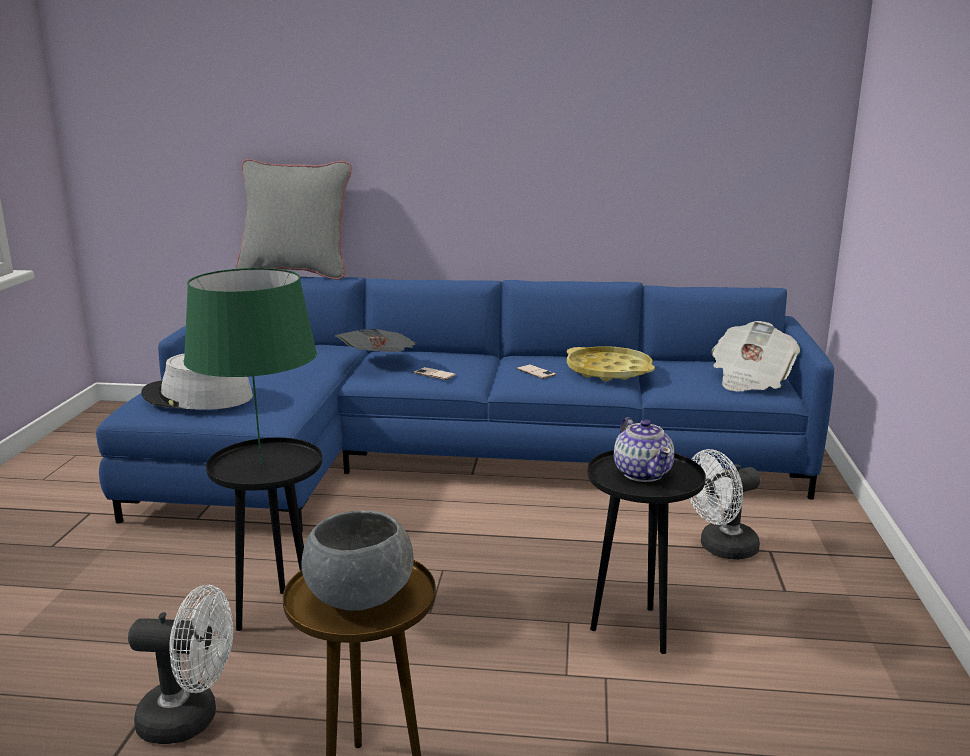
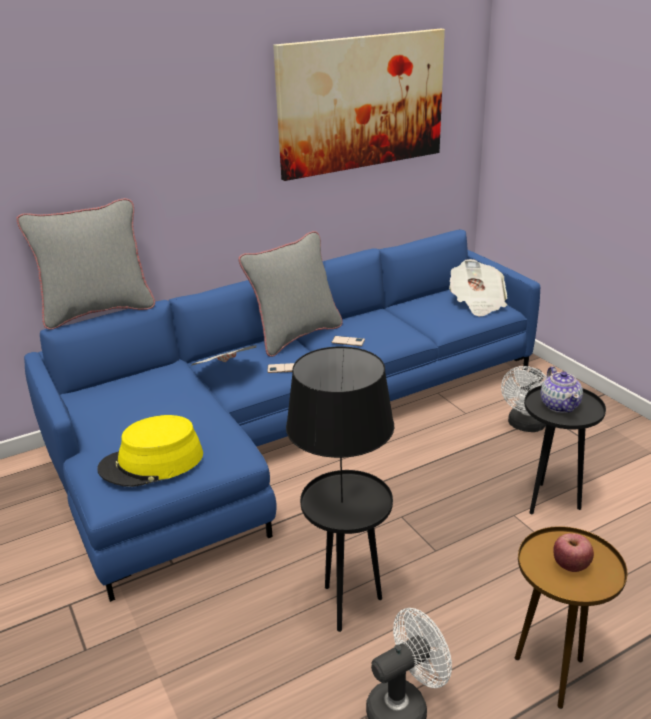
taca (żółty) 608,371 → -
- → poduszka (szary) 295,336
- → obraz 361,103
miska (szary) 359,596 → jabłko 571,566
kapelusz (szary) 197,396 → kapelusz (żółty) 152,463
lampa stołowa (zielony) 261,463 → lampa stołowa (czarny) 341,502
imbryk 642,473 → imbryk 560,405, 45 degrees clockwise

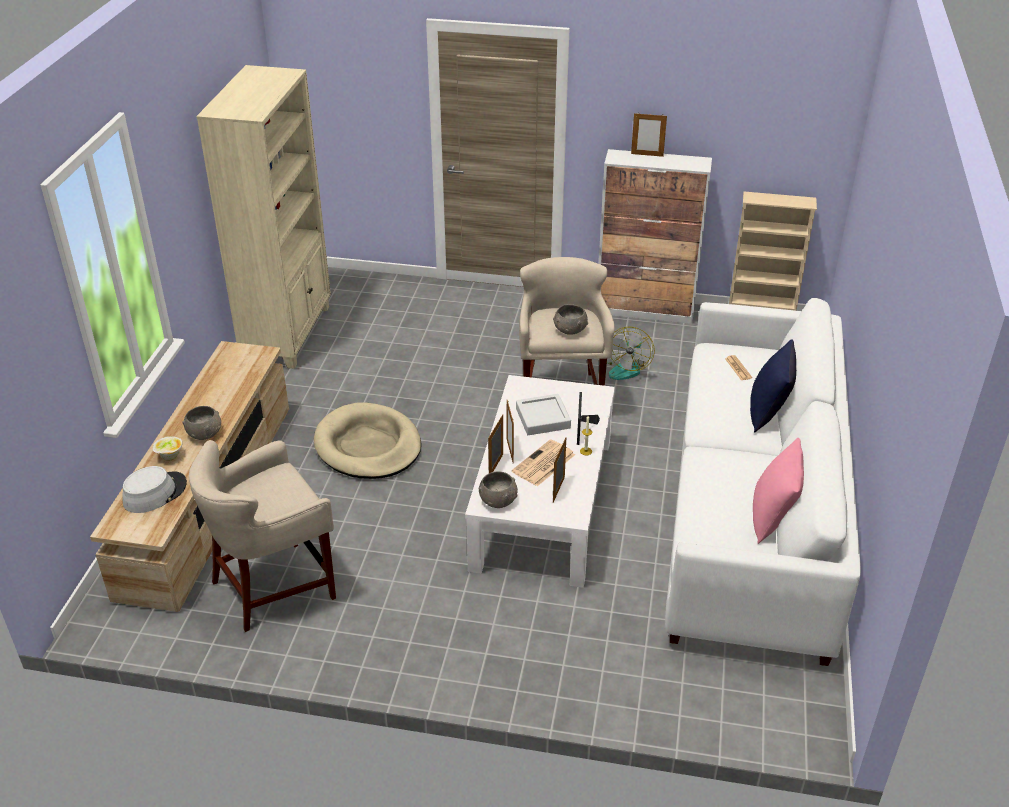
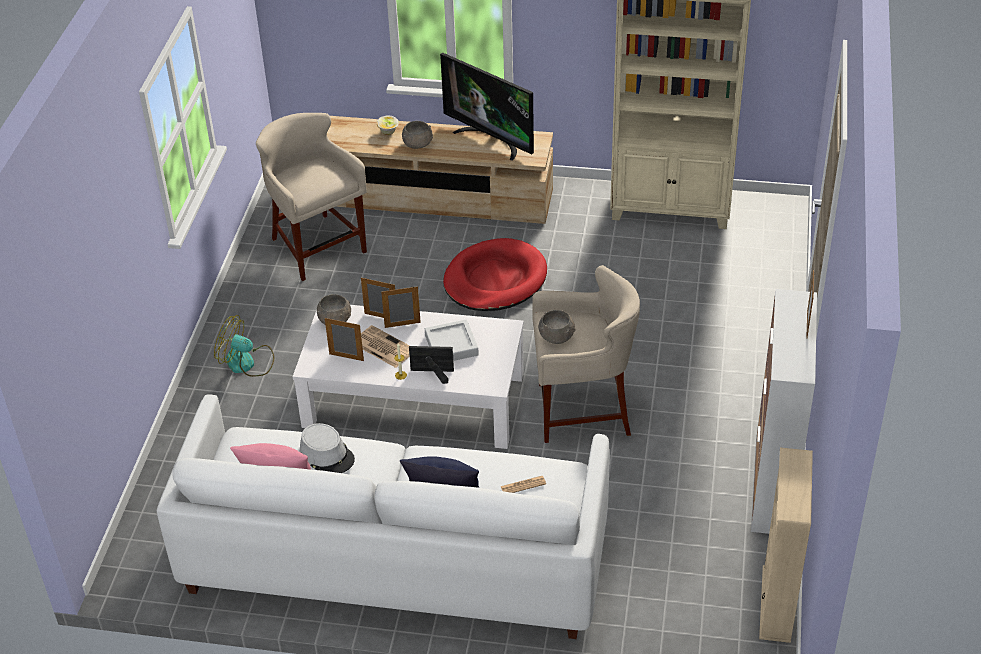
- → telewizor 491,140
kapelusz (szary) 155,493 → kapelusz (szary) 327,455, move
wentylator 626,367 → wentylator 247,363, move
legowisko (beżowy) 368,446 → legowisko (czerwony) 495,280

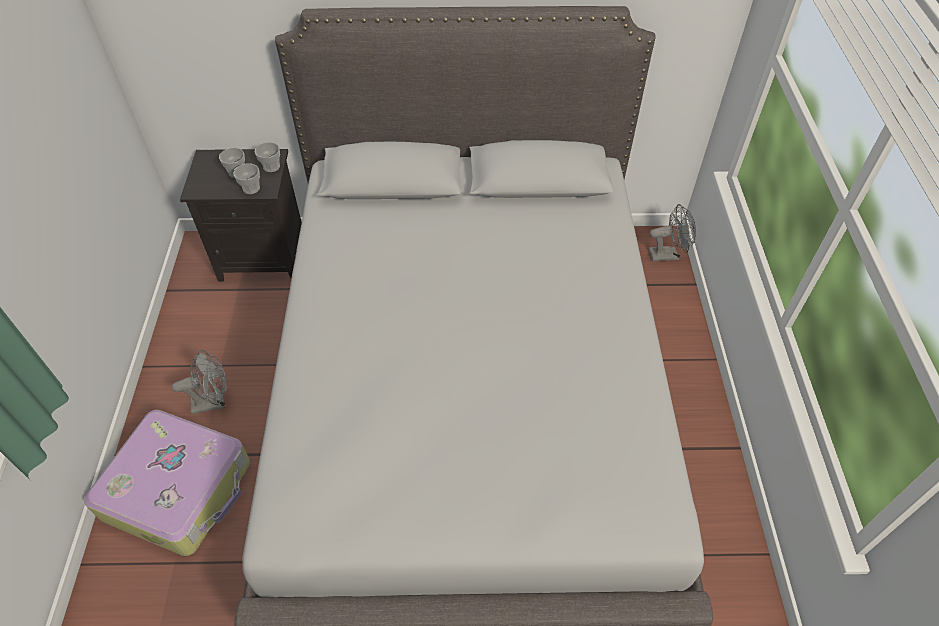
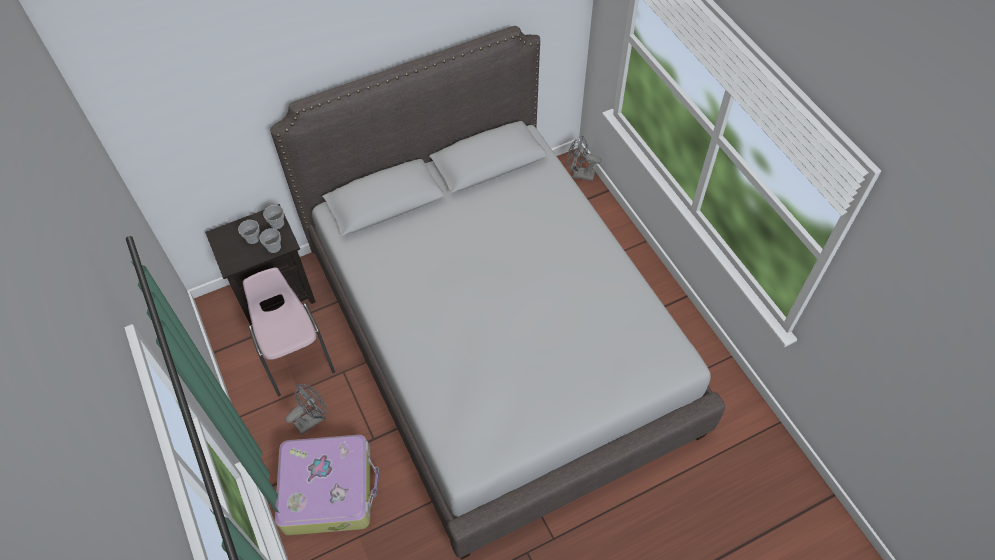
- → krzesło (różowy) 296,356
wentylator (szary) 668,254 → wentylator (szary) 579,174, 135 degrees counterclockwise

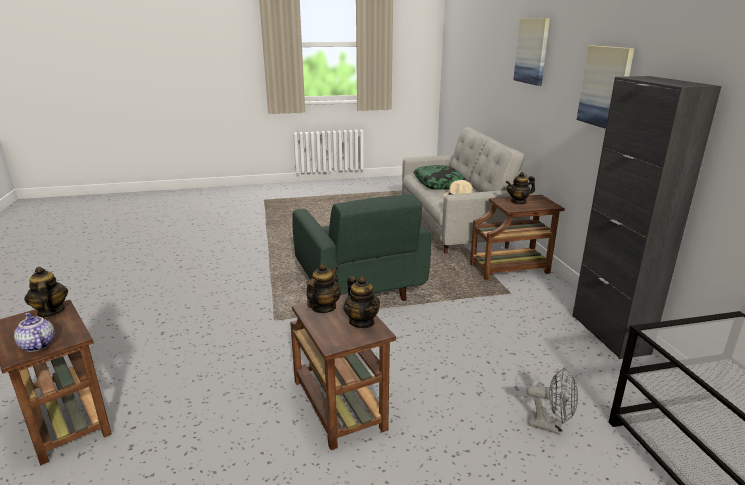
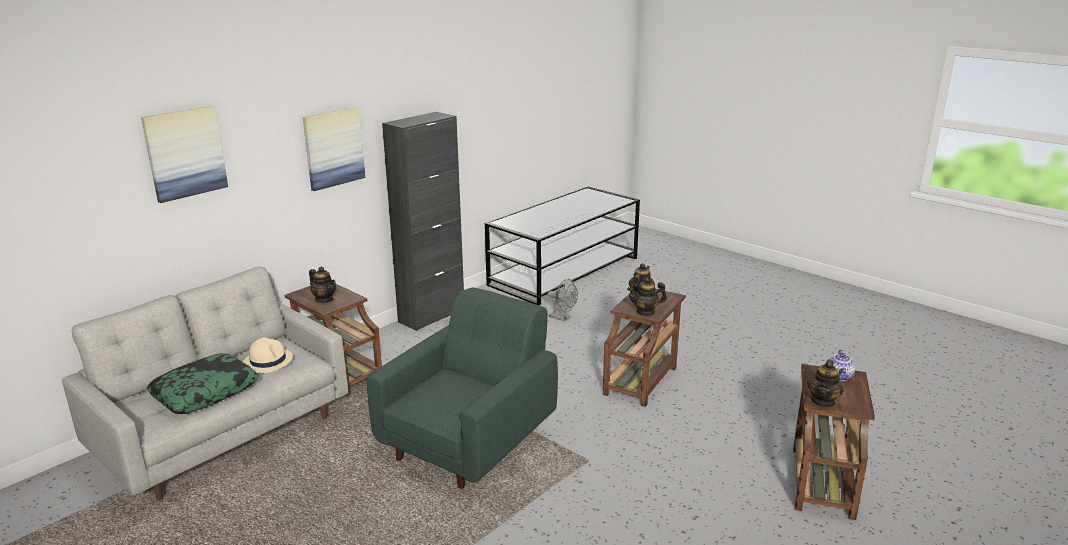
wentylator (szary) 551,426 → wentylator (szary) 563,318, 135 degrees clockwise

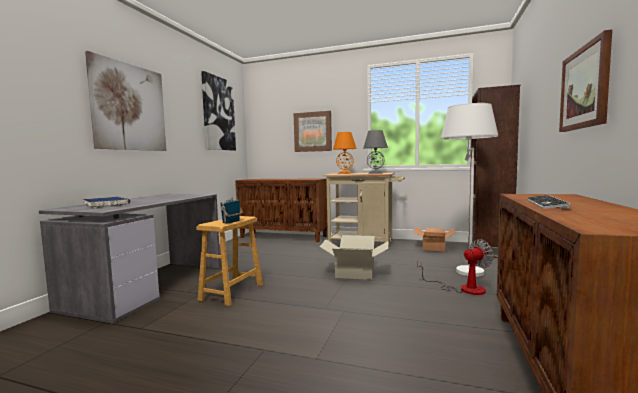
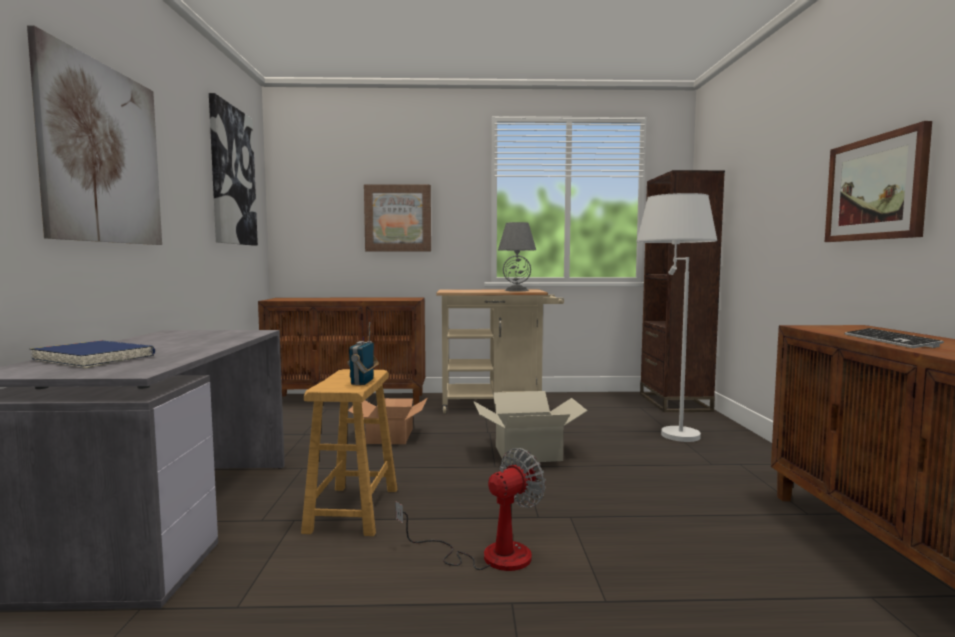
lampa stołowa (pomarańczowy) 344,173 → -
karton 434,247 → karton 391,435, move
wentylator 463,289 → wentylator 488,555, move

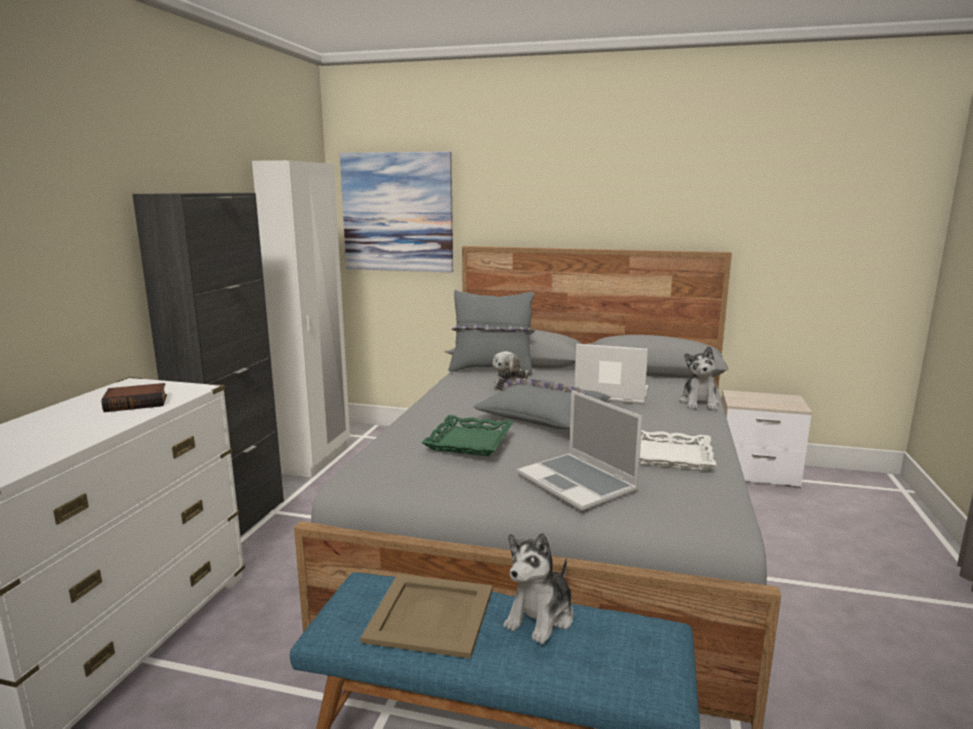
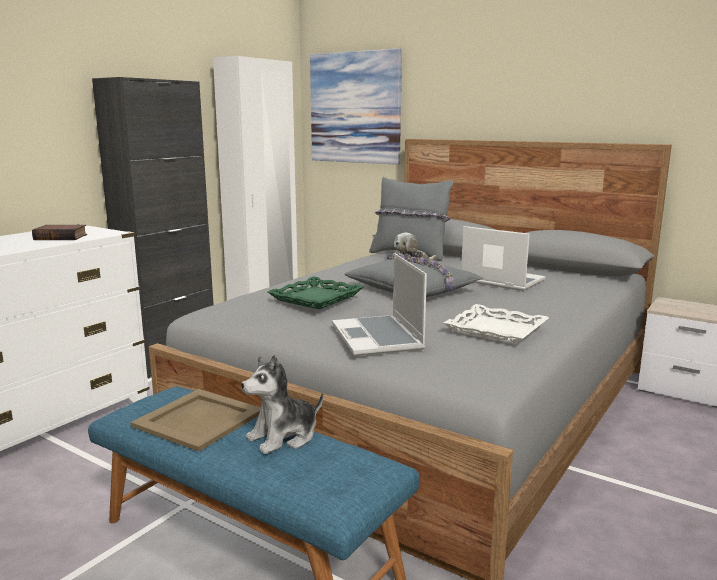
pluszak 699,403 → -

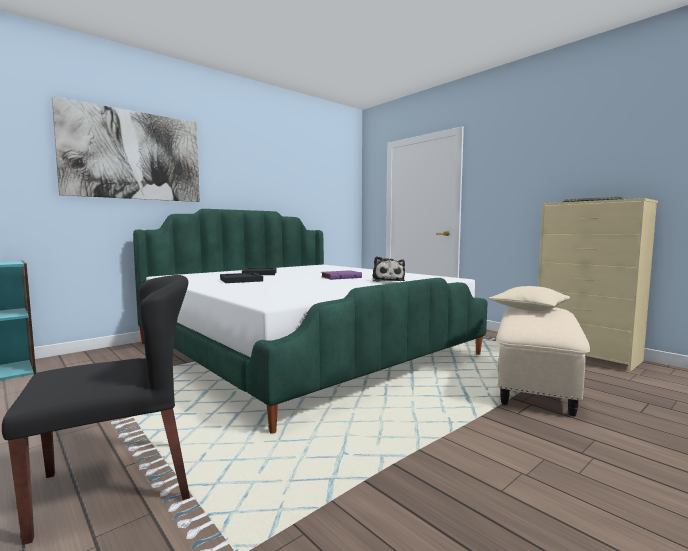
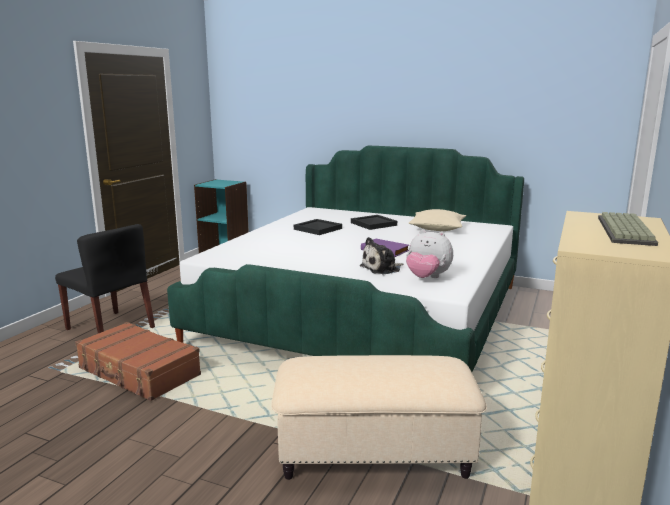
obraz 133,155 → -
- → walizka (brązowy) 138,372
- → pluszak 427,278
poduszka (beżowy) 529,309 → poduszka (beżowy) 437,228, move

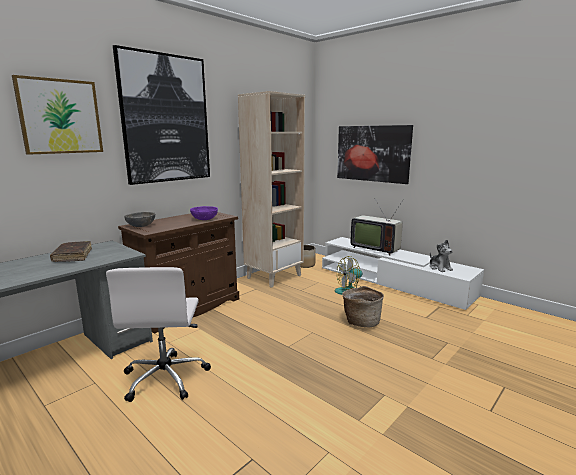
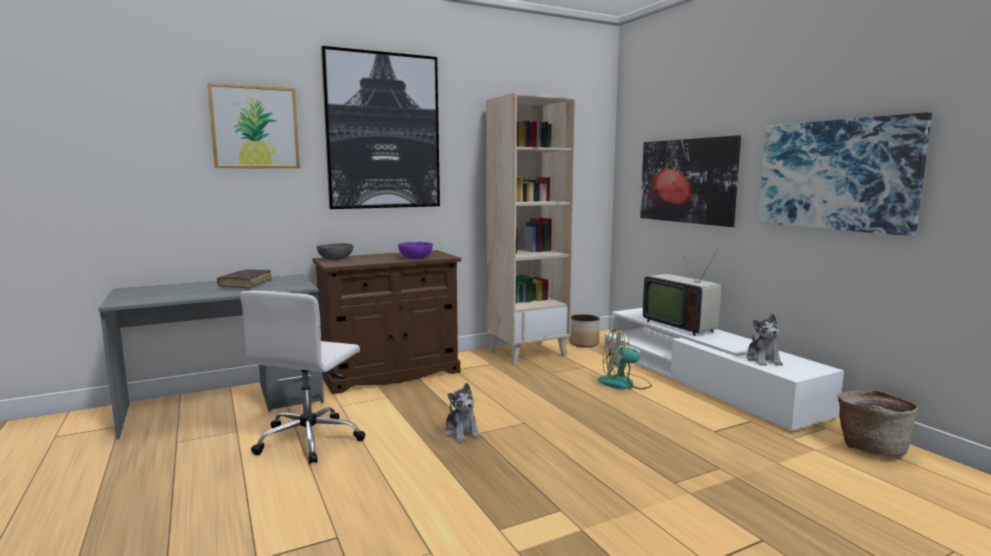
- → pluszak 462,432
- → obraz 835,175
koszyk 361,321 → koszyk 870,447, move

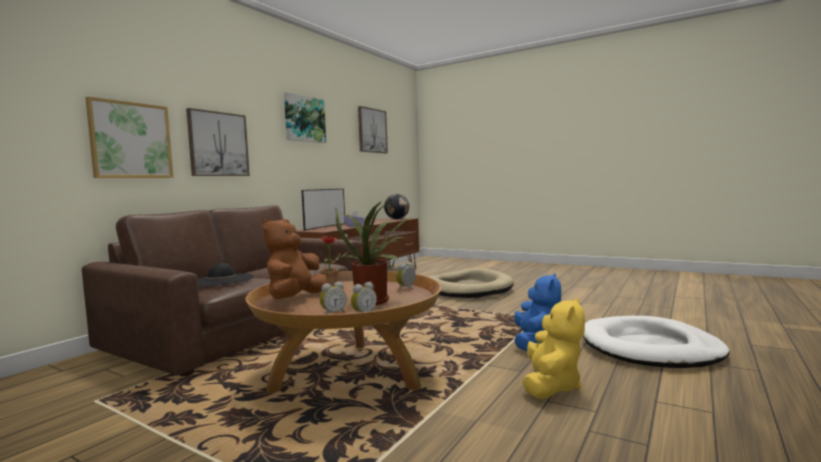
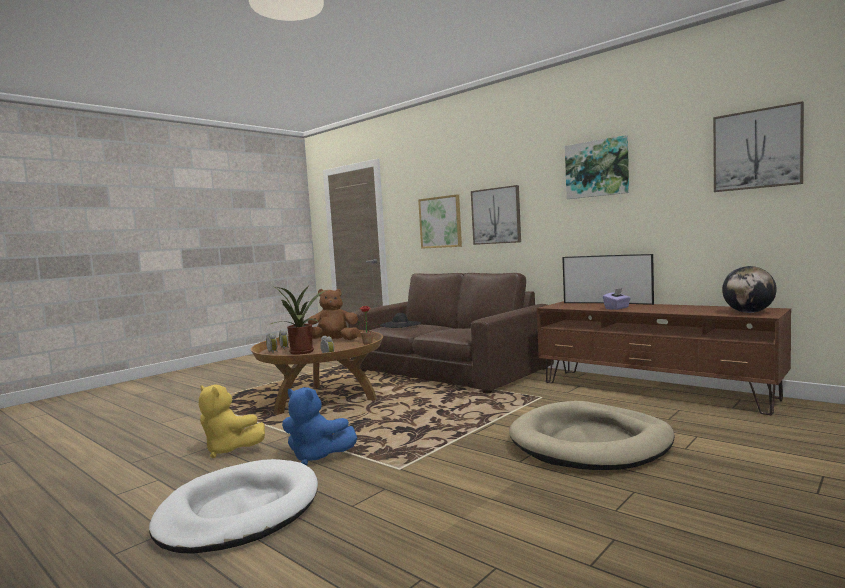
pluszak (brązowy) 295,299 → pluszak (brązowy) 333,341, 45 degrees counterclockwise

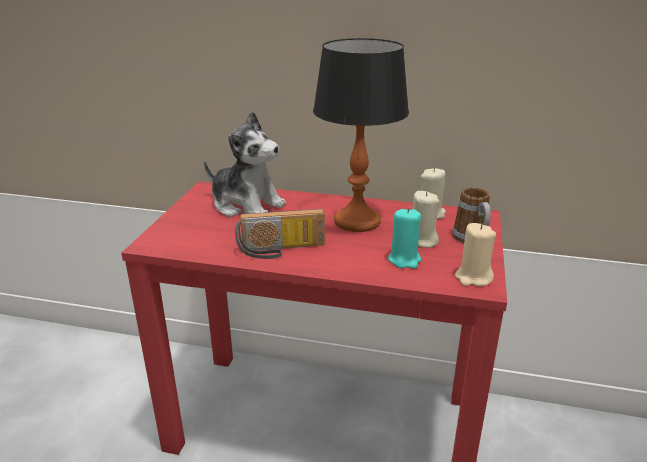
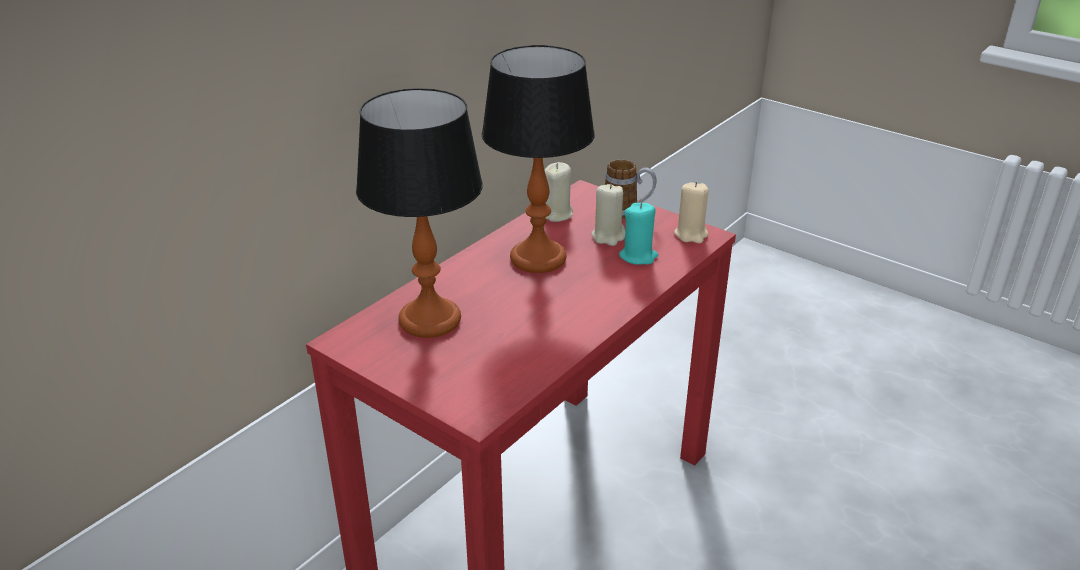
radio 281,250 → -
pluszak 246,205 → lampa stołowa 429,320

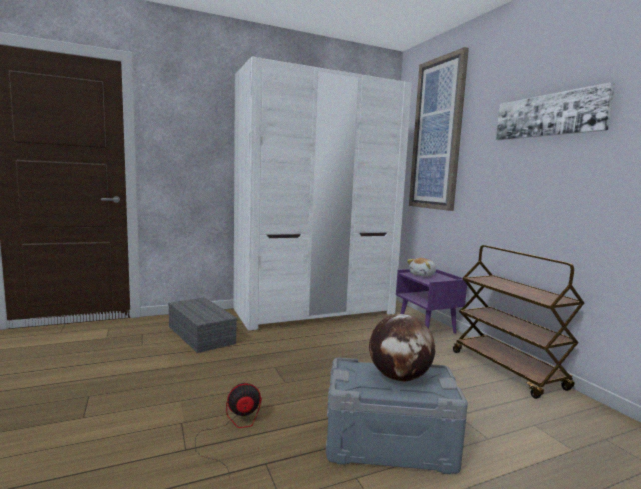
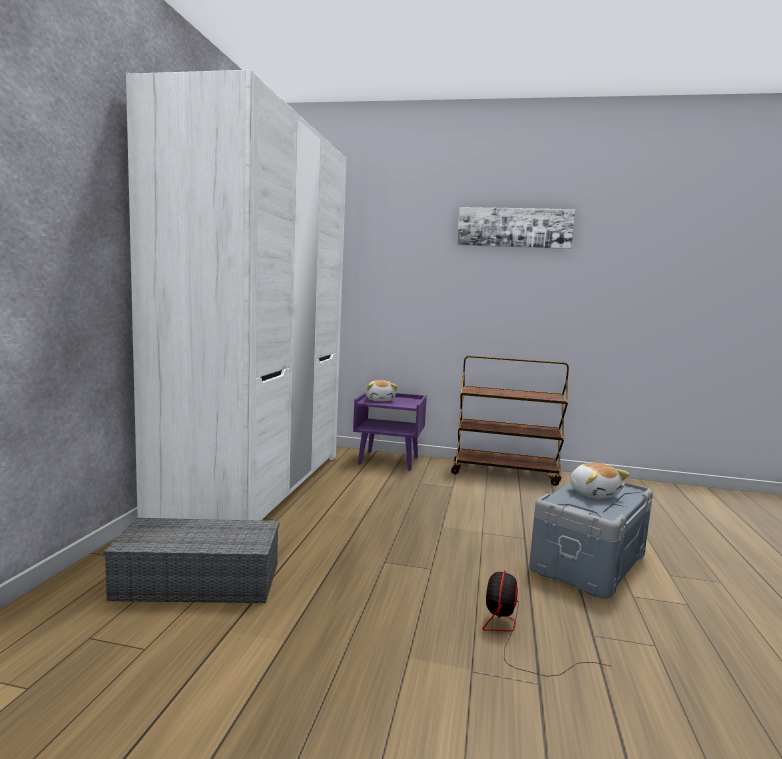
obraz 437,134 → -
globus 399,377 → pluszak 593,493

